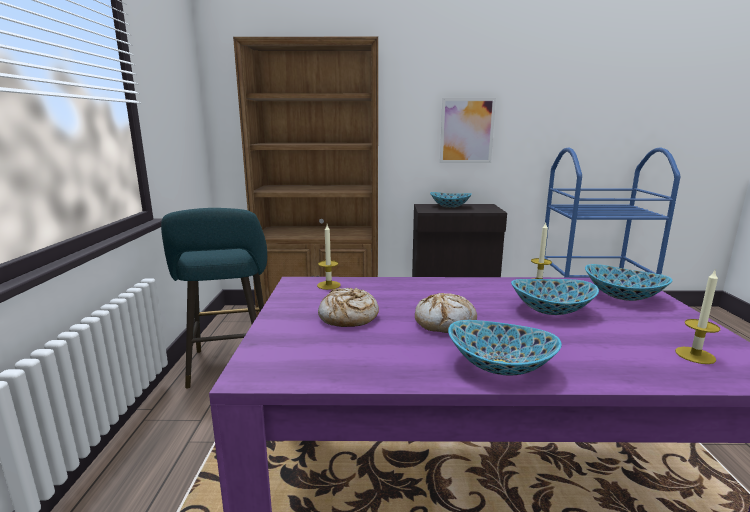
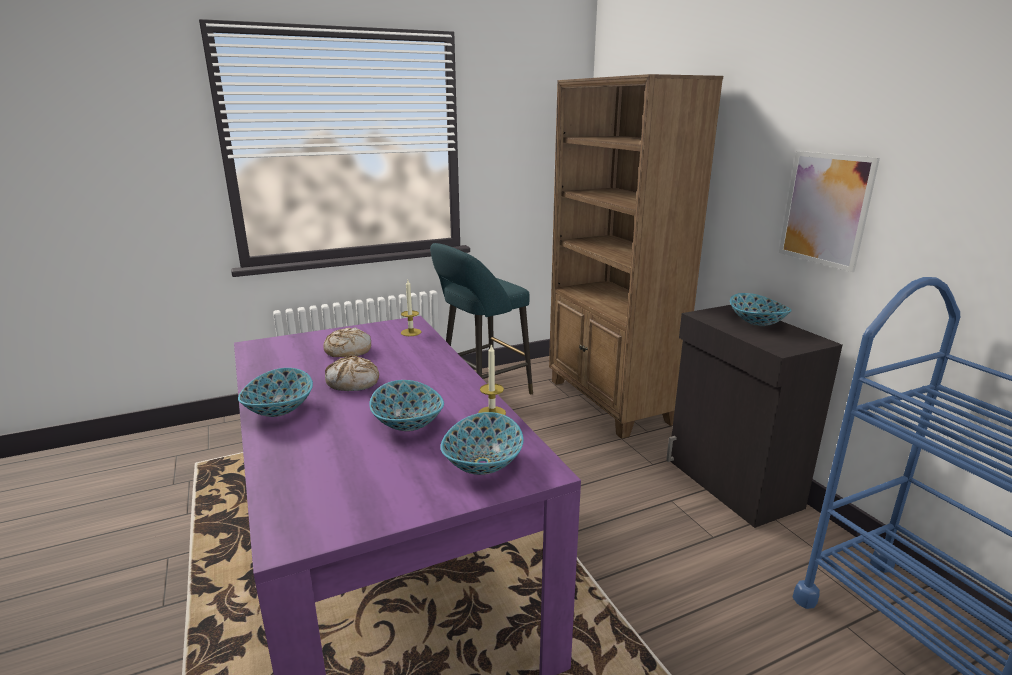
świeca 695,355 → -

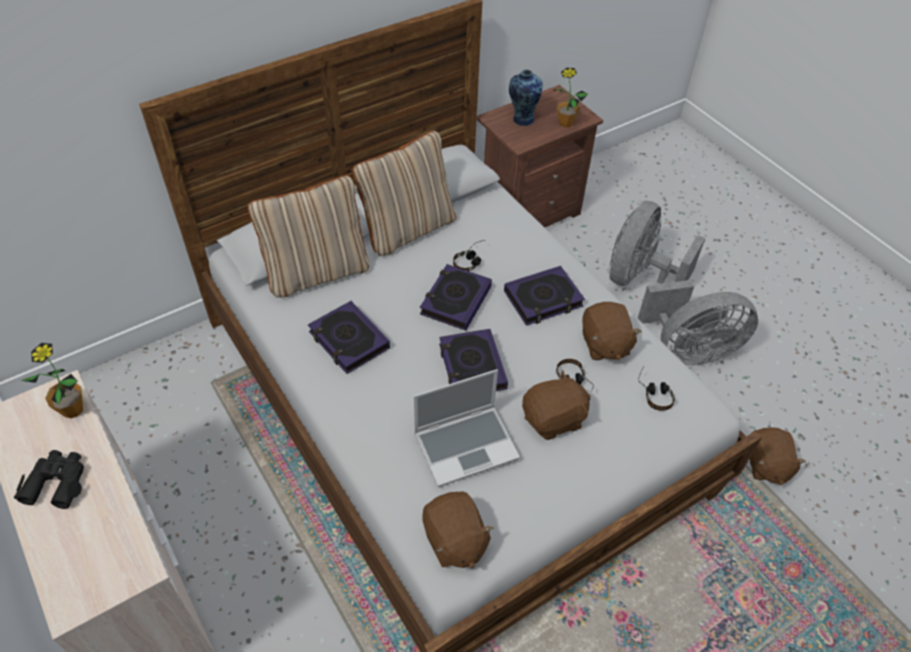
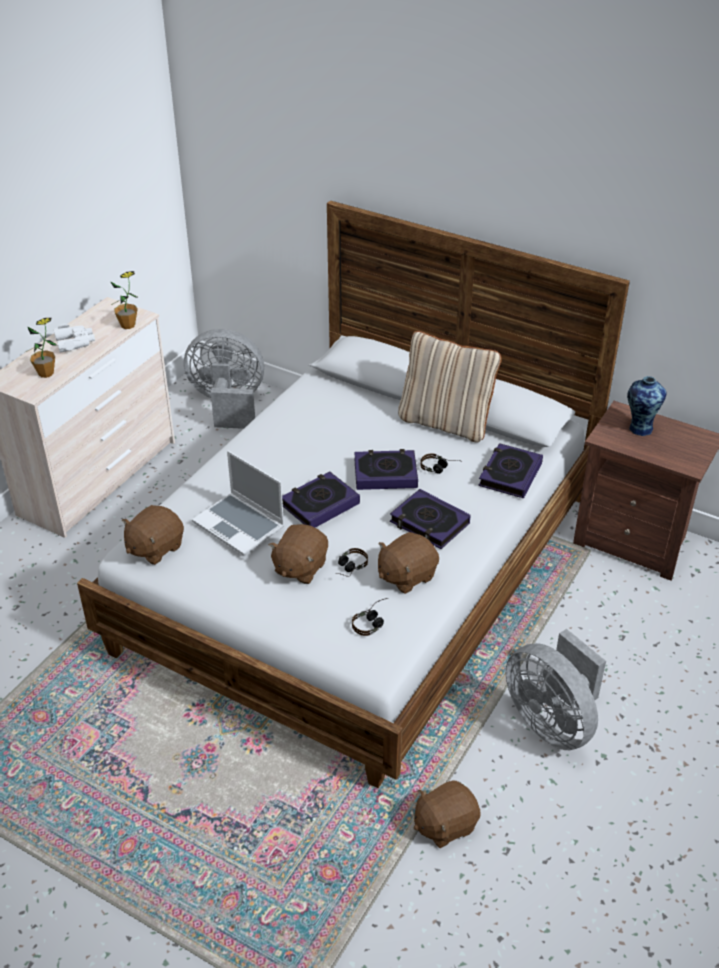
poduszka (beżowy) 317,272 → -
książka 349,341 → książka 510,475, move
roślina doniczkowa 565,123 → roślina doniczkowa 46,373, move
wentylator (szary) 639,276 → wentylator (szary) 228,405, move
lornetka (czarny) 57,482 → lornetka (biały) 75,342
pluszak (brązowy) 554,419 → pluszak (brązowy) 300,567, 75 degrees clockwise

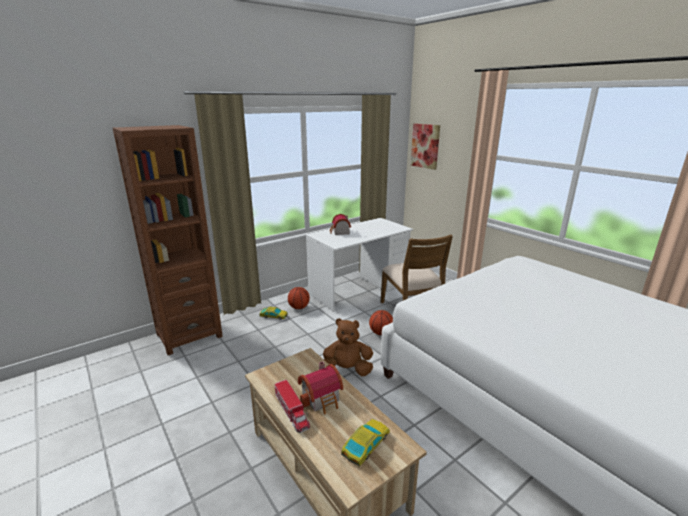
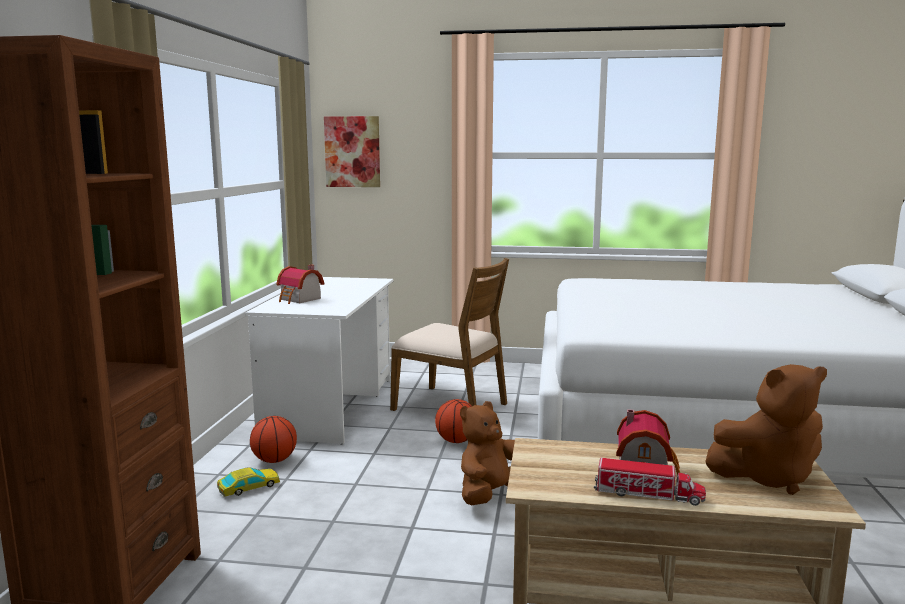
samochodzik 366,445 → pluszak (brązowy) 767,477

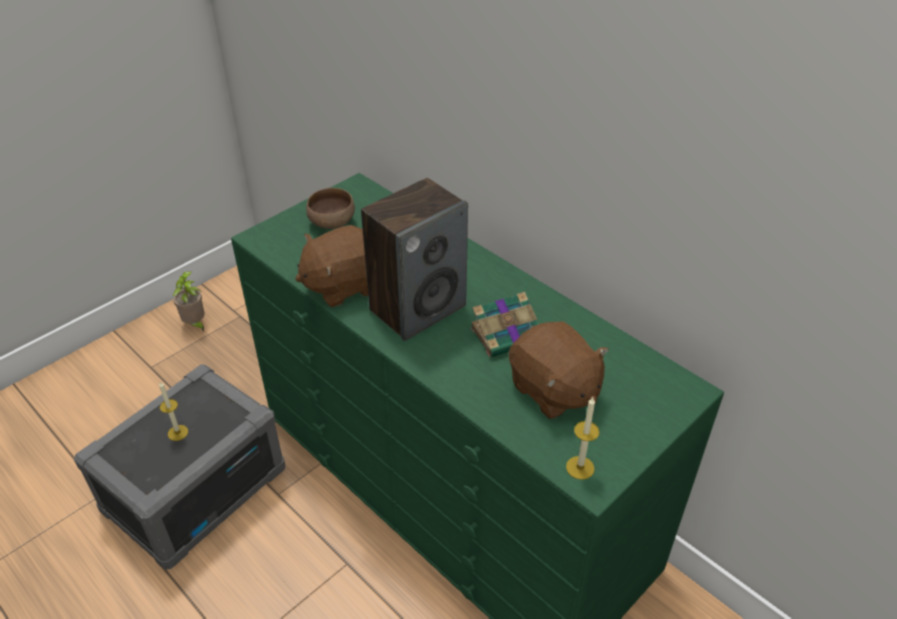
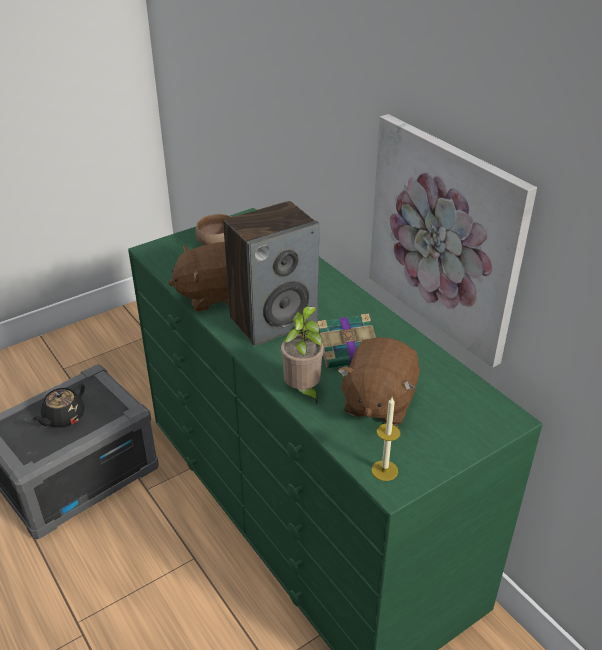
- → obraz 446,237
roślina doniczkowa 195,324 → roślina doniczkowa 303,391, move
świeca 178,433 → imbryk (czarny) 63,418
pluszak (brązowy) 553,390 → pluszak (brązowy) 378,402, 45 degrees clockwise

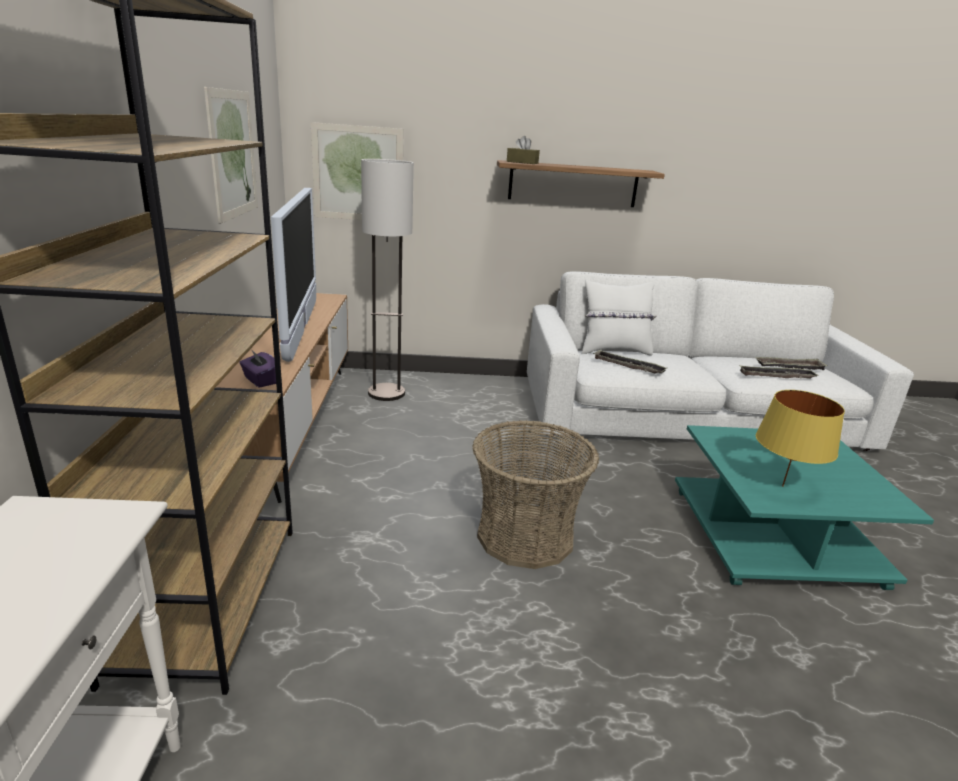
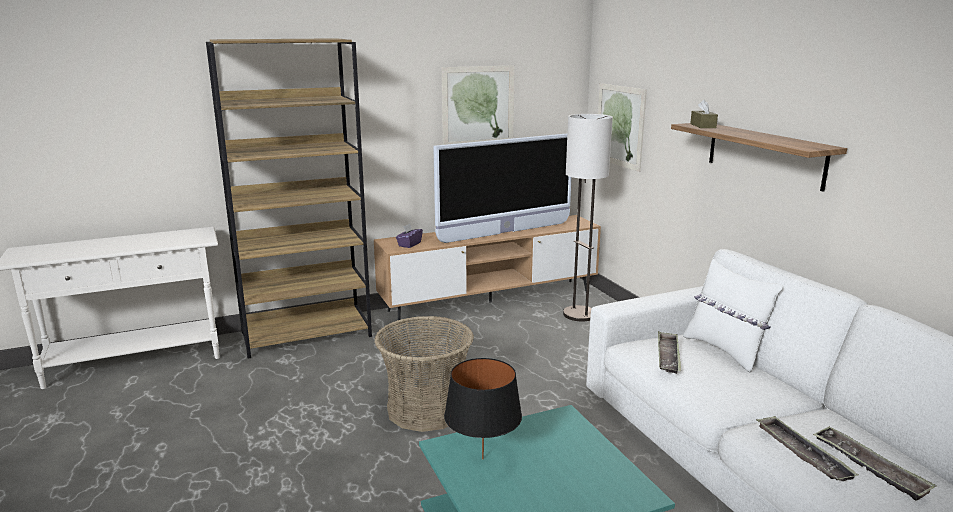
lampa stołowa (żółty) 782,486 → lampa stołowa (czarny) 483,459

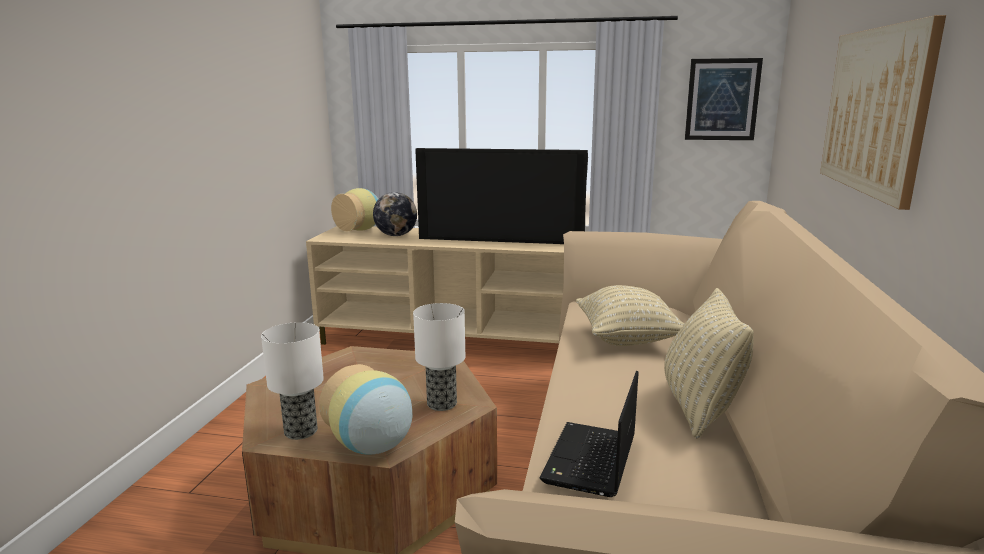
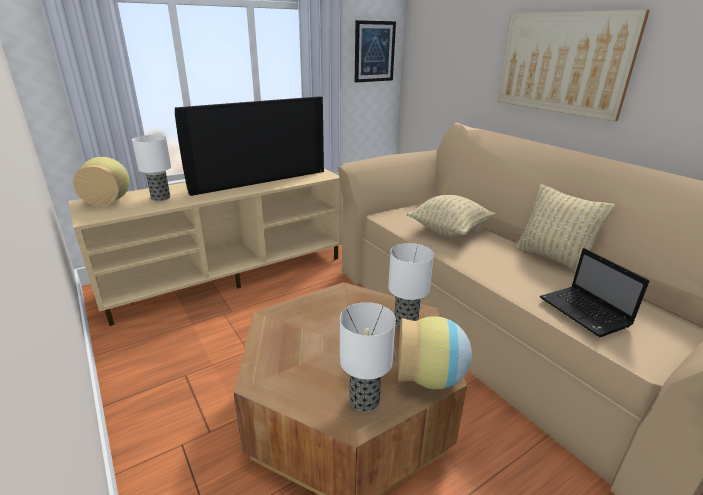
globus 396,235 → lampa stołowa 161,197

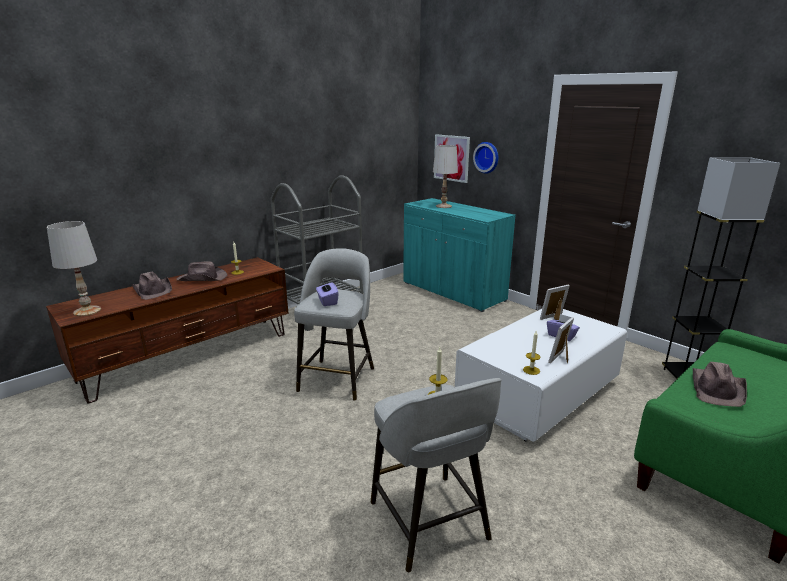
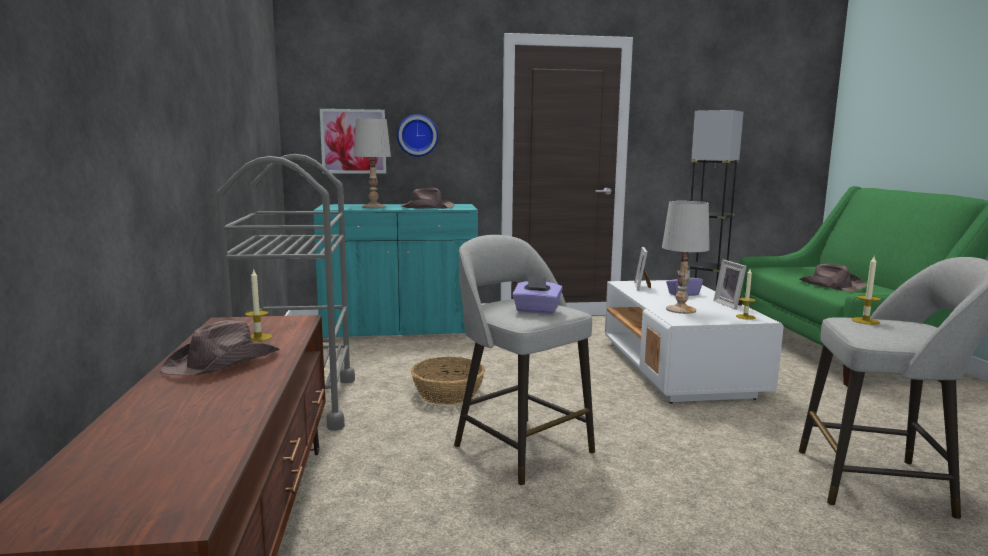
- → koszyk 448,394
lampa stołowa (biały) 87,311 → lampa stołowa (biały) 680,309, move
kapelusz (brązowy) 153,290 → kapelusz (brązowy) 426,207, move

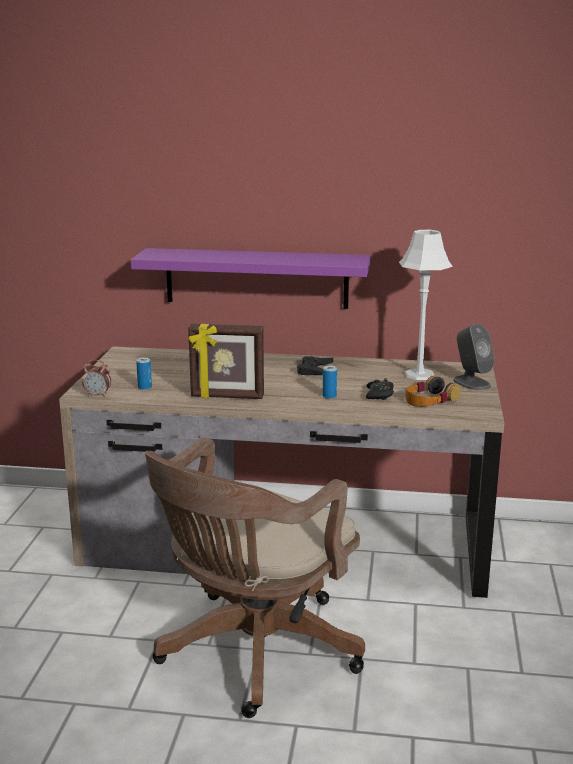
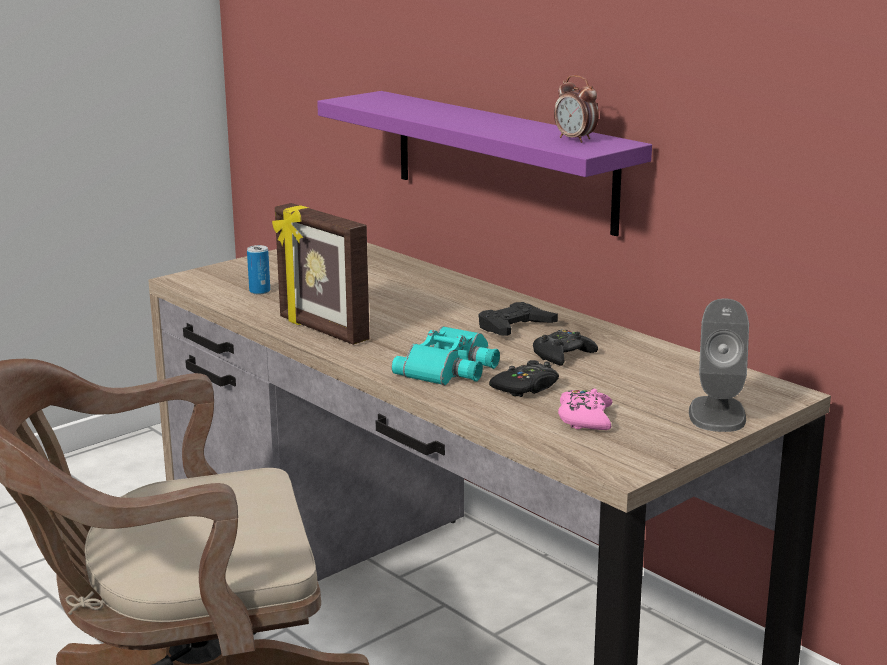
lampa stołowa (szary) 419,375 → -
- → pad do gier (czarny) 562,355
budzik 98,395 → budzik 575,139, move
puszka 329,396 → lornetka (turkusowy) 451,368
słuchawki 430,400 → pad do gier (różowy) 585,419

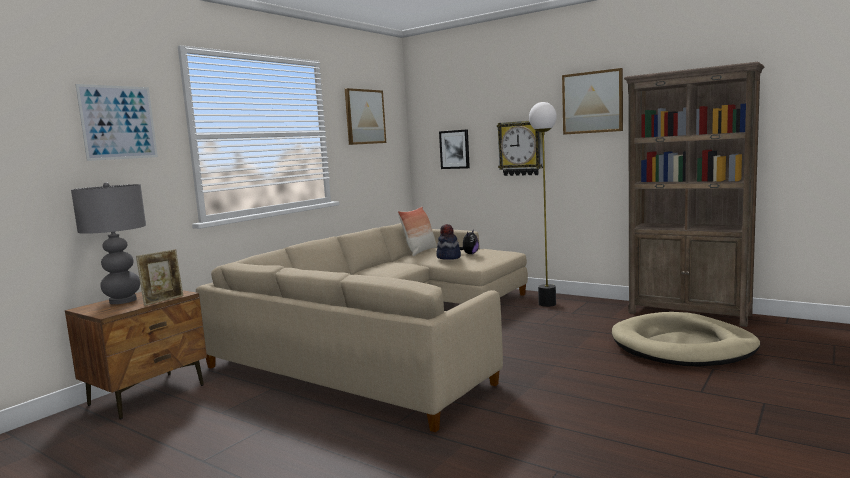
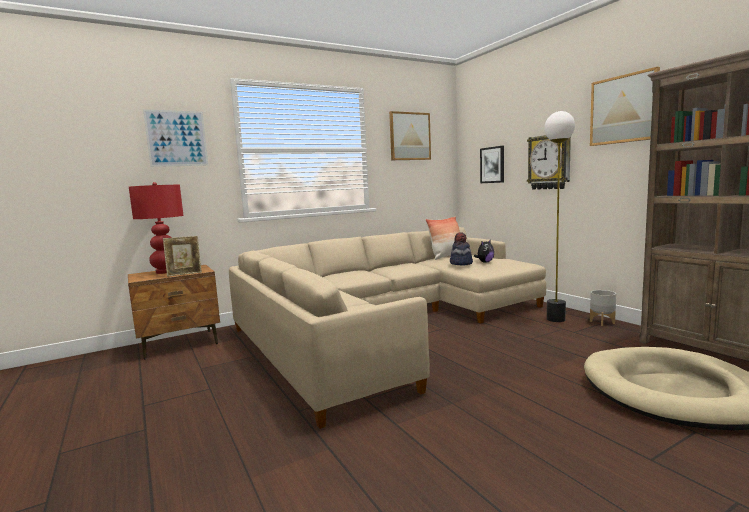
- → donica (szary) 602,322
lampa stołowa (szary) 123,301 → lampa stołowa (czerwony) 165,272

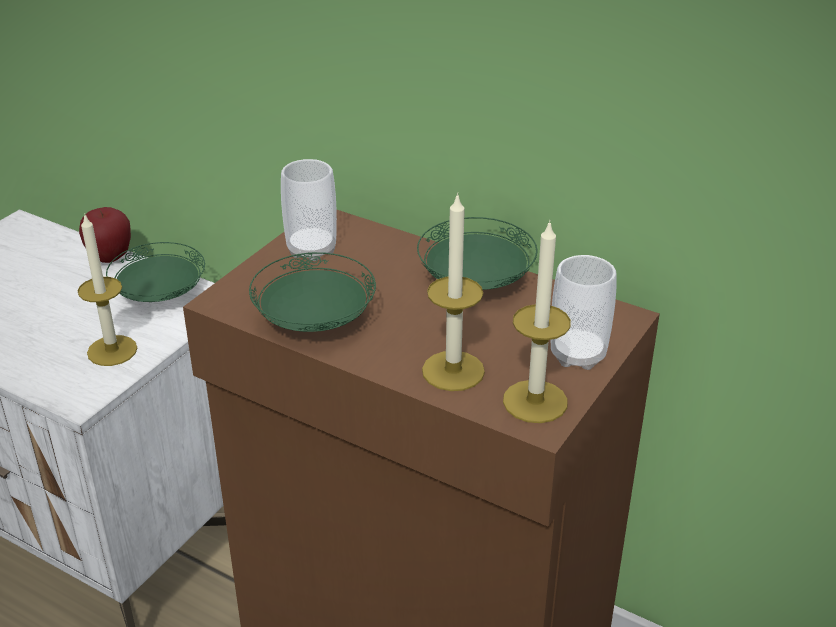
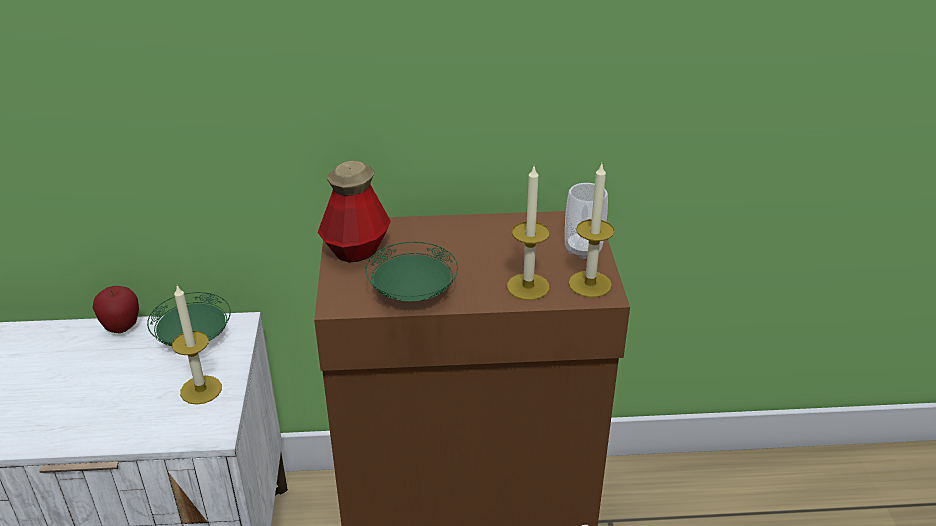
talerz (zielony) 476,281 → -
filiżanka 311,249 → butelka 356,250

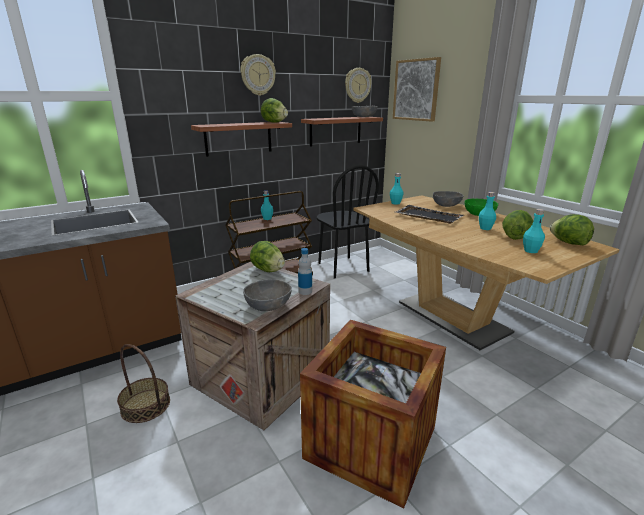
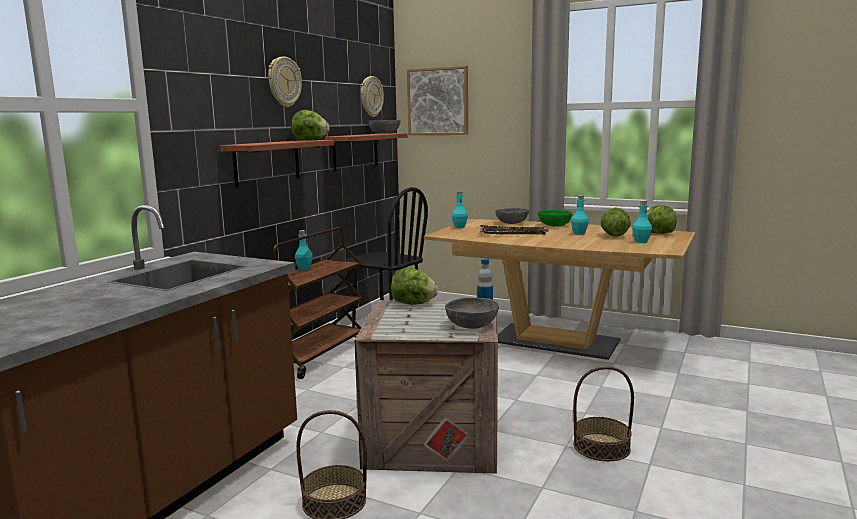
skrzynka 371,442 → koszyk 601,447

